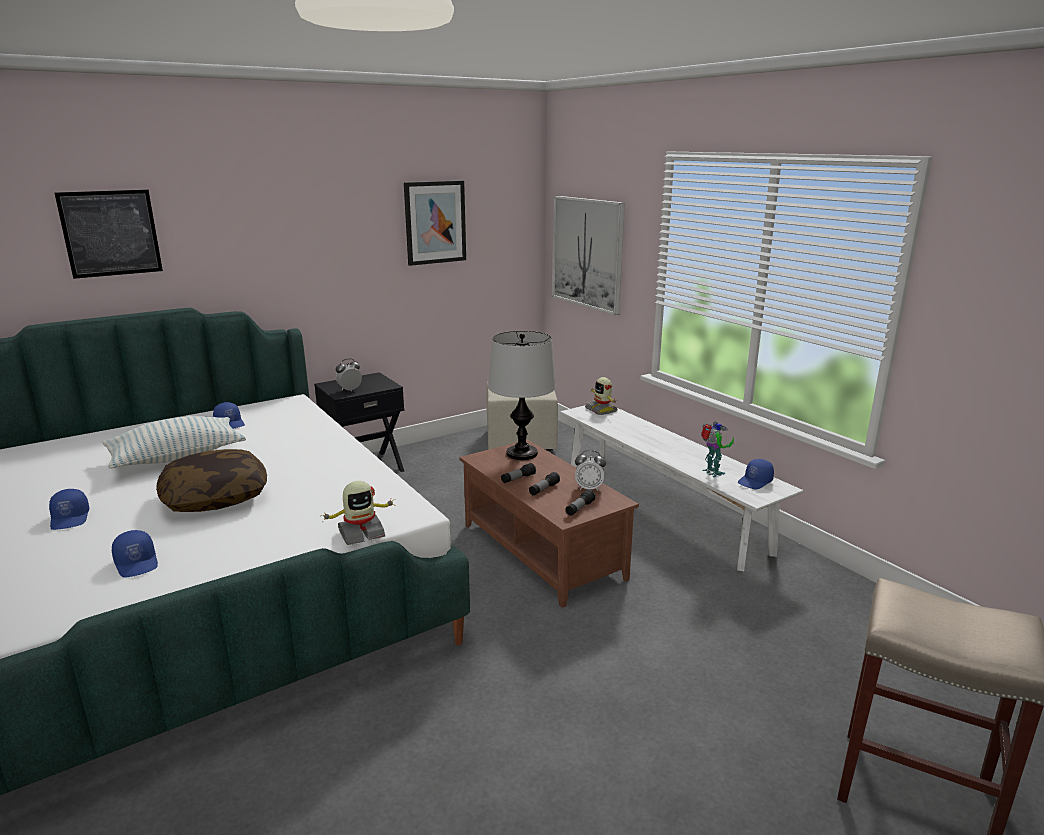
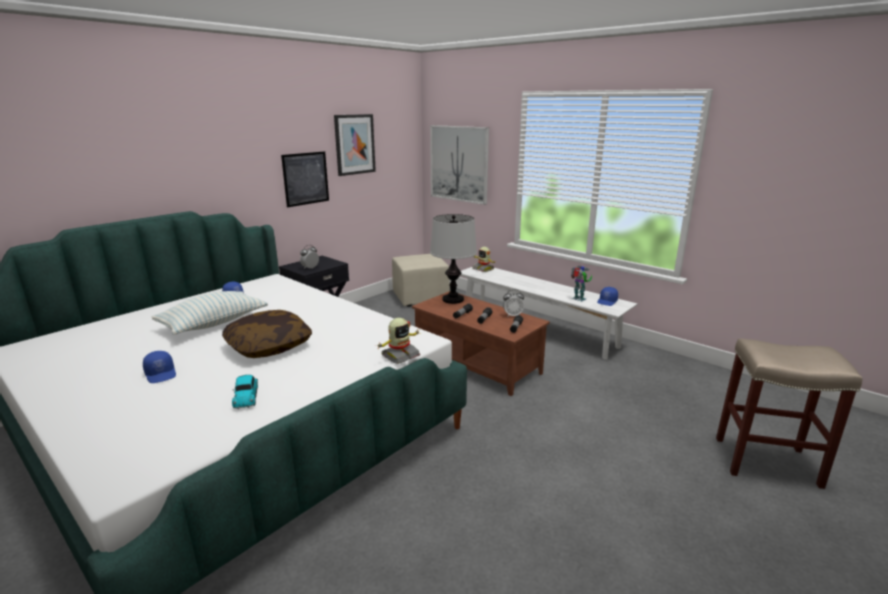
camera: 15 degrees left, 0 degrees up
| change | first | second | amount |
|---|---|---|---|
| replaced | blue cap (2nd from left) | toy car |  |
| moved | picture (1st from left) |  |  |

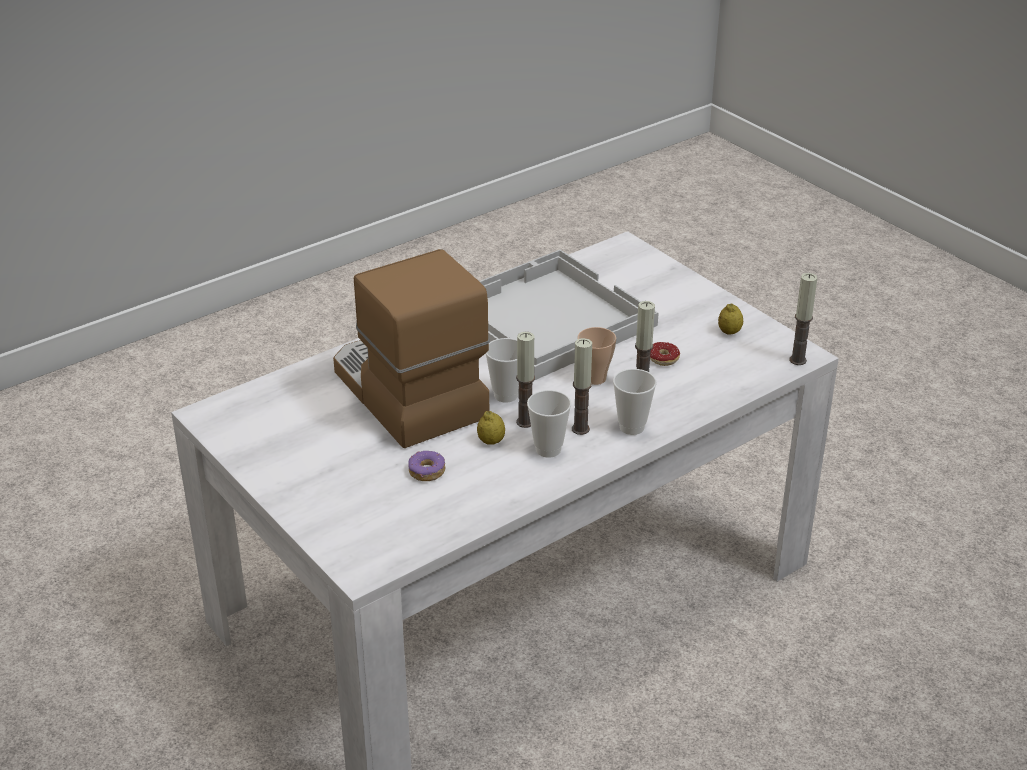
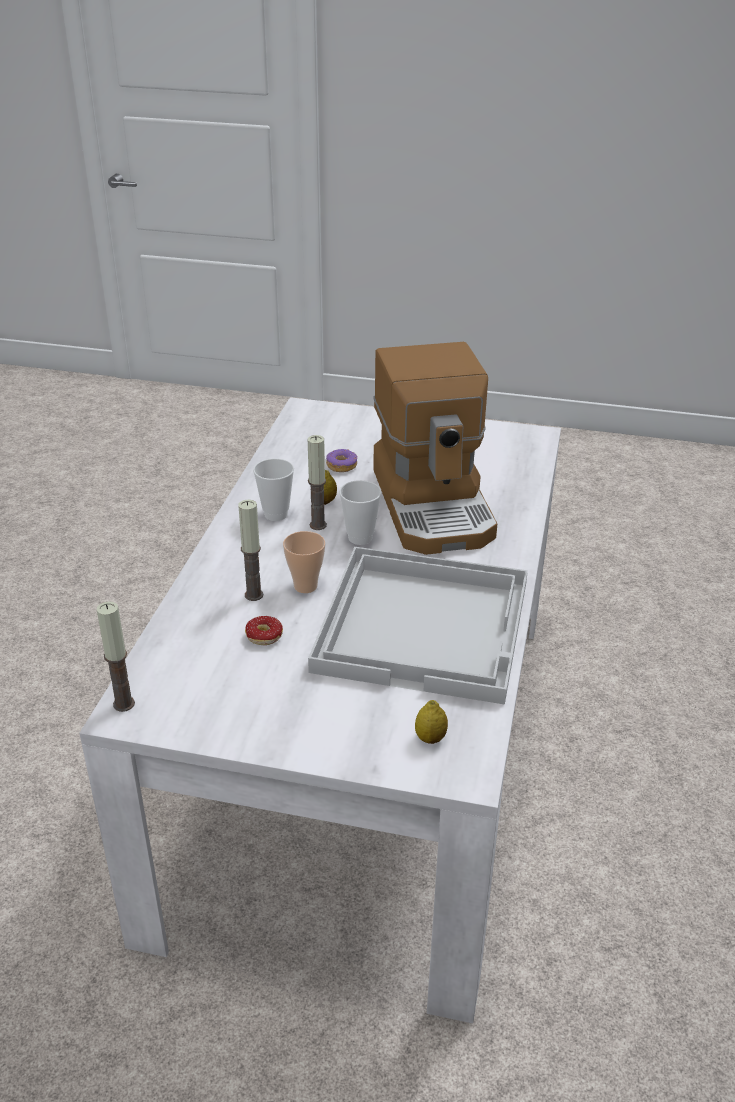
camera: 140 degrees right, 0 degrees up
| change | first | second | amount |
|---|---|---|---|
| turned | coffee machine |  | 60 degrees clockwise |
| moved | lemon (2nd from left) |  |  |
| removed | candle (2nd from left) |  |  |
| removed | cup (4th from left) |  |  |

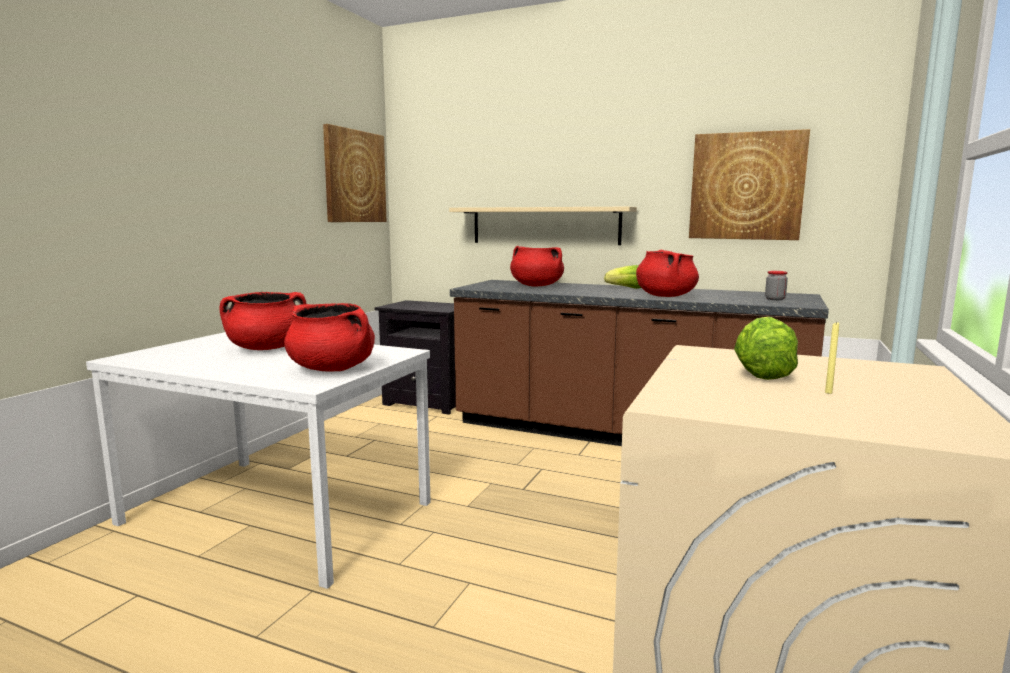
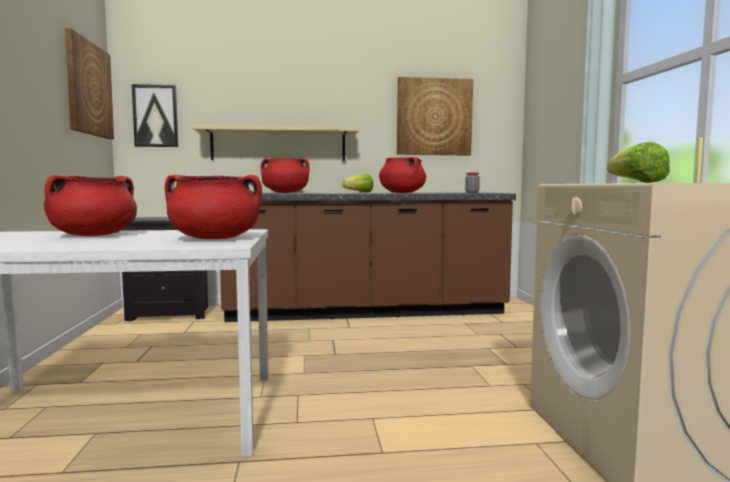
camera: 30 degrees left, 5 degrees down
| change | first | second | amount |
|---|---|---|---|
| added |  | picture (2nd from left) |  |

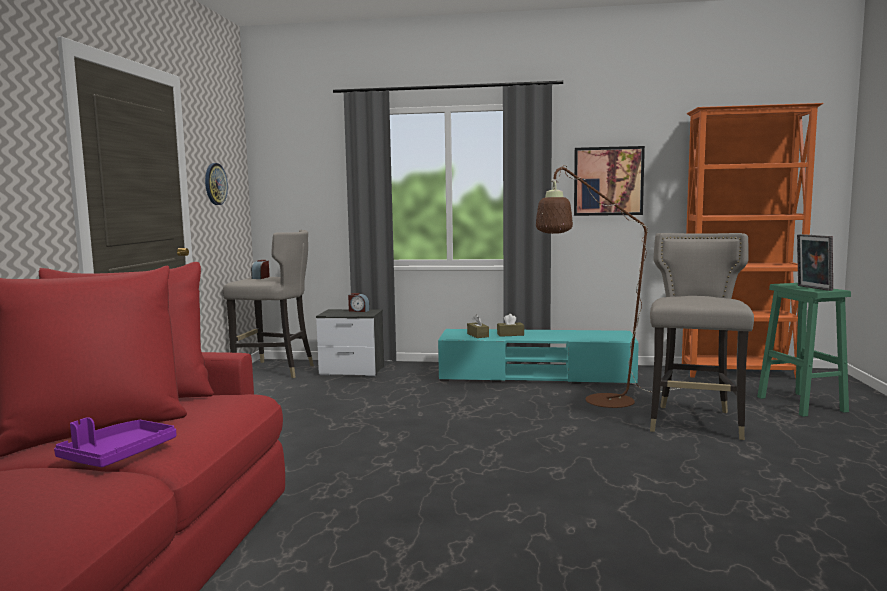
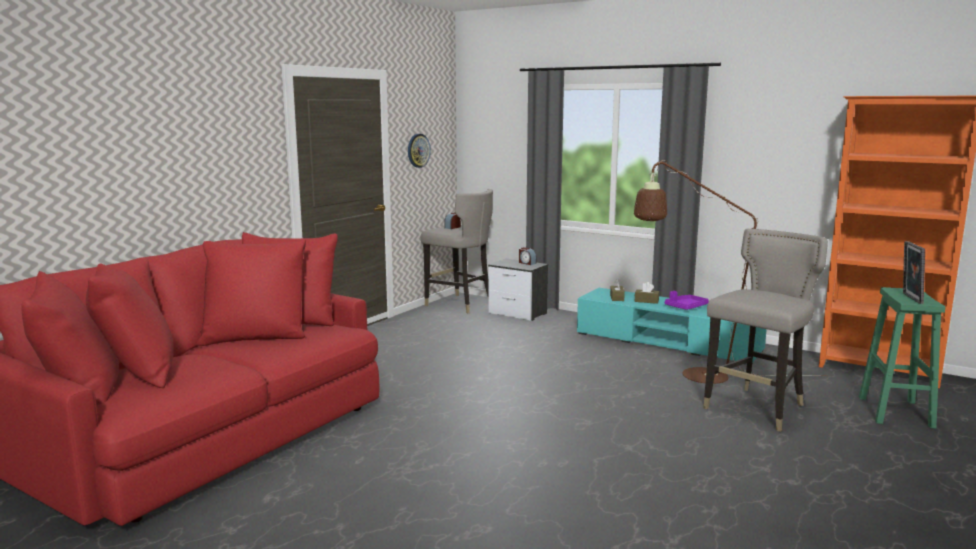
camera: 25 degrees right, 5 degrees up
| change | first | second | amount |
|---|---|---|---|
| moved | purple tray |  |  |
| removed | picture |  |  |

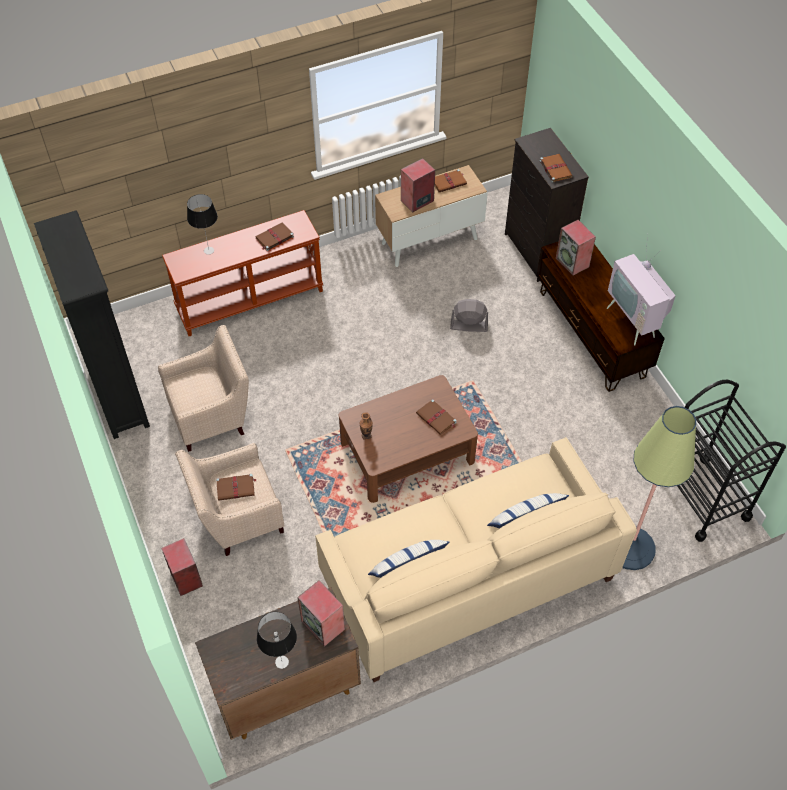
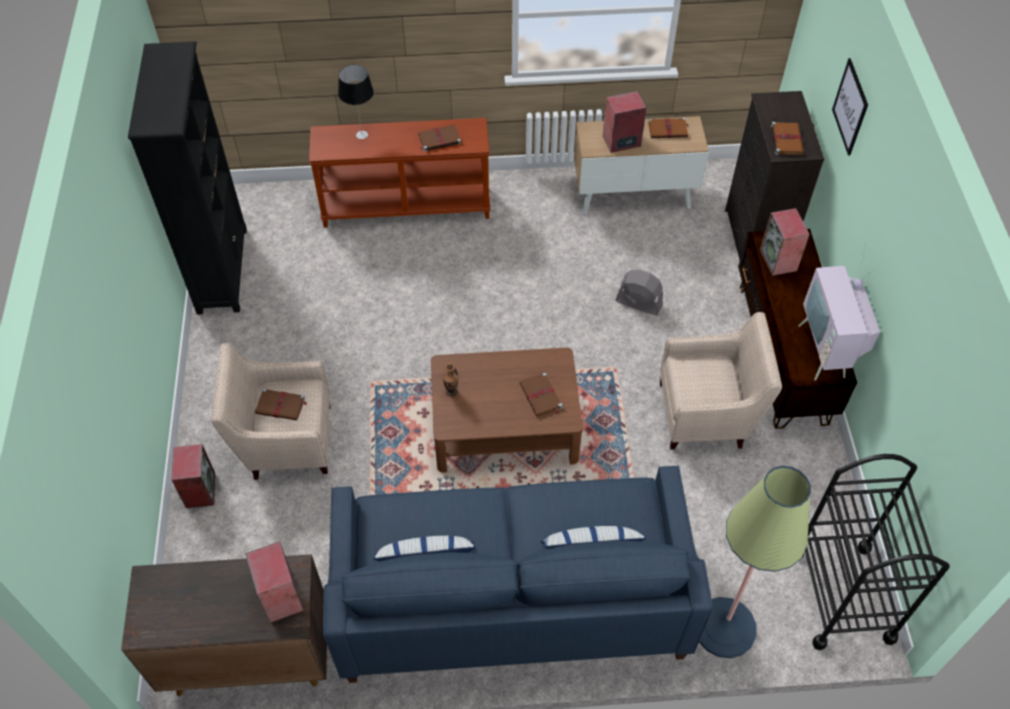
camera: 20 degrees right, 0 degrees up
| change | first | second | amount |
|---|---|---|---|
| recoloured | beige sofa | blue sofa |  |
| moved | beige armchair (1st from left in the first image) | beige armchair (2nd from left) |  |
| added |  | picture |  |
| removed | table lamp (2nd from left) |  |  |

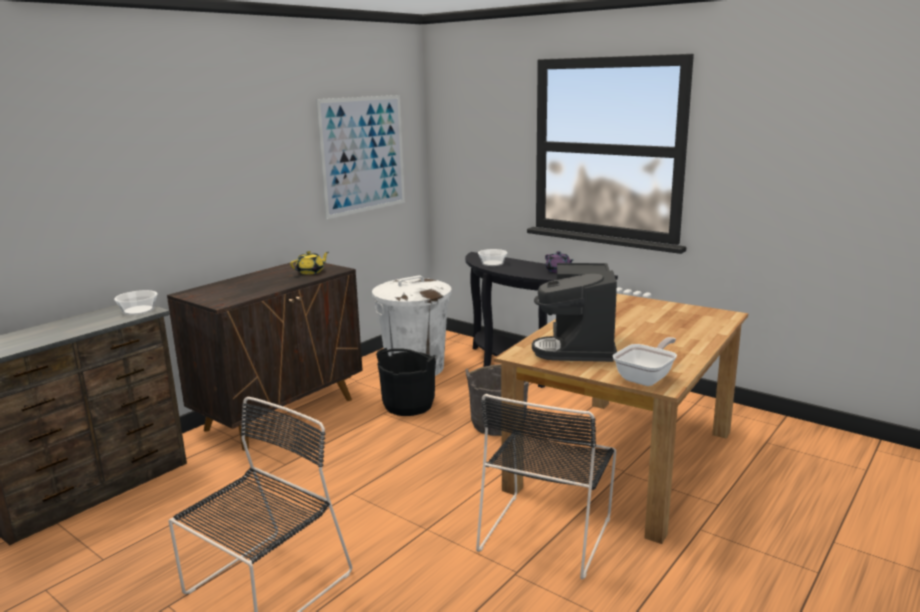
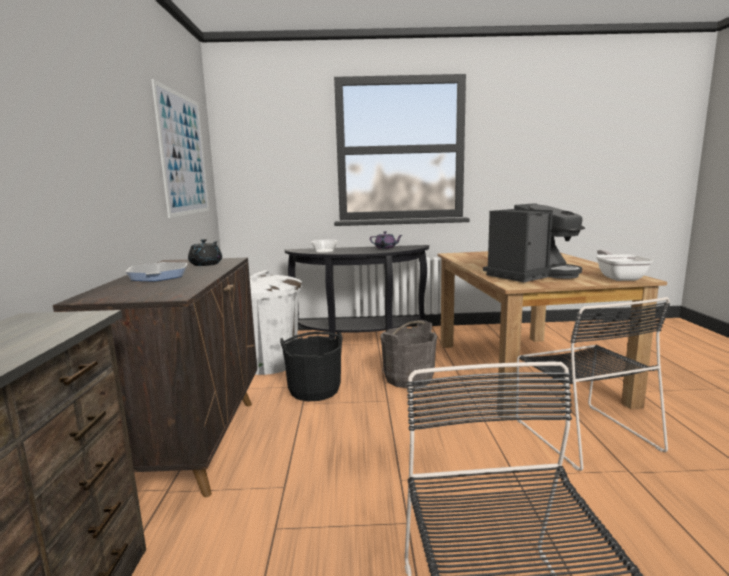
camera: 40 degrees left, 5 degrees down
| change | first | second | amount |
|---|---|---|---|
| added |  | frying pan (1st from left) |  |
| recoloured | yellow teapot | black teapot |  |
| turned | coffee machine |  | 90 degrees counterclockwise |
| removed | bowl (1st from left) |  |  |

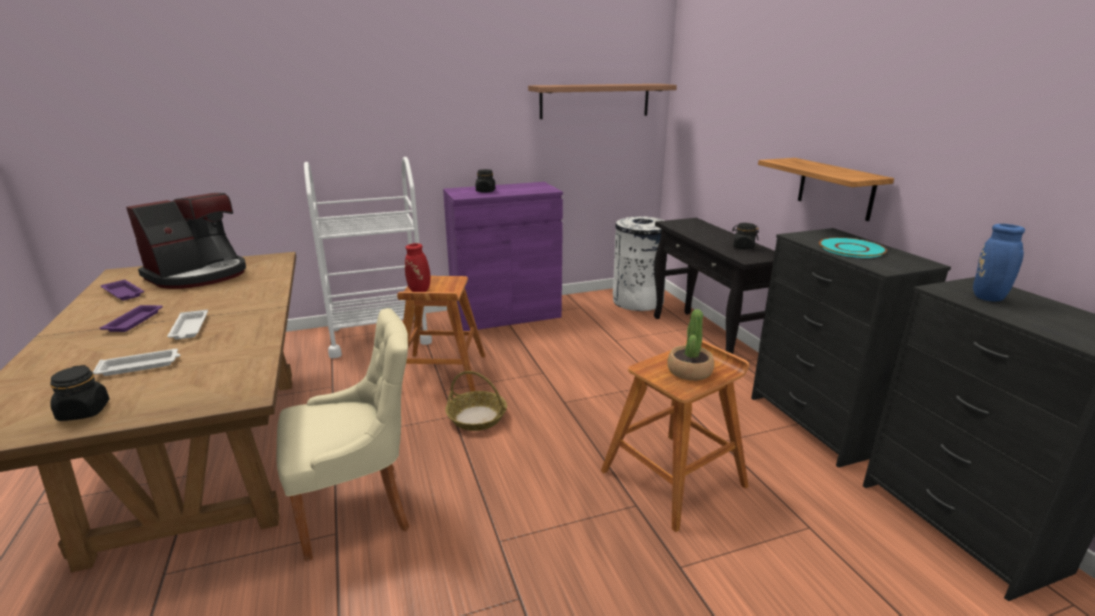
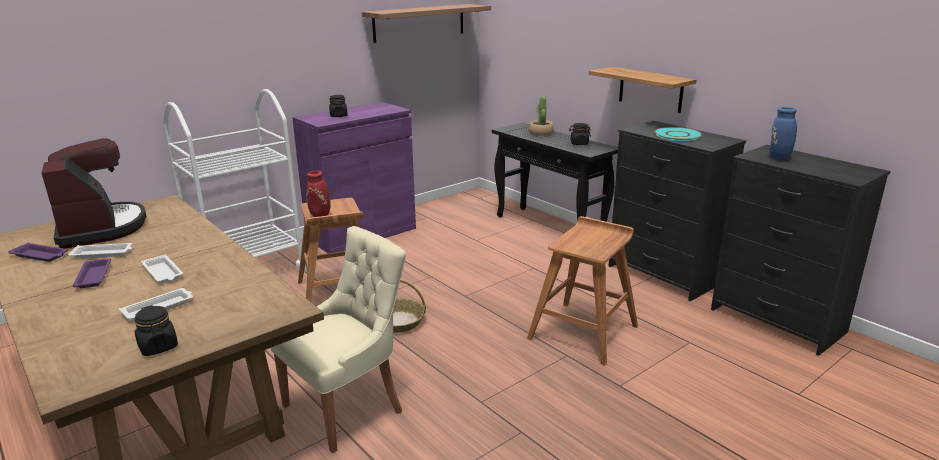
camera: 20 degrees left, 0 degrees up
| change | first | second | amount |
|---|---|---|---|
| turned | coffee machine |  | 45 degrees counterclockwise |
| added |  | white tray (1st from left) |  |
| moved | potted plant |  |  |
| removed | white trash can |  |  |

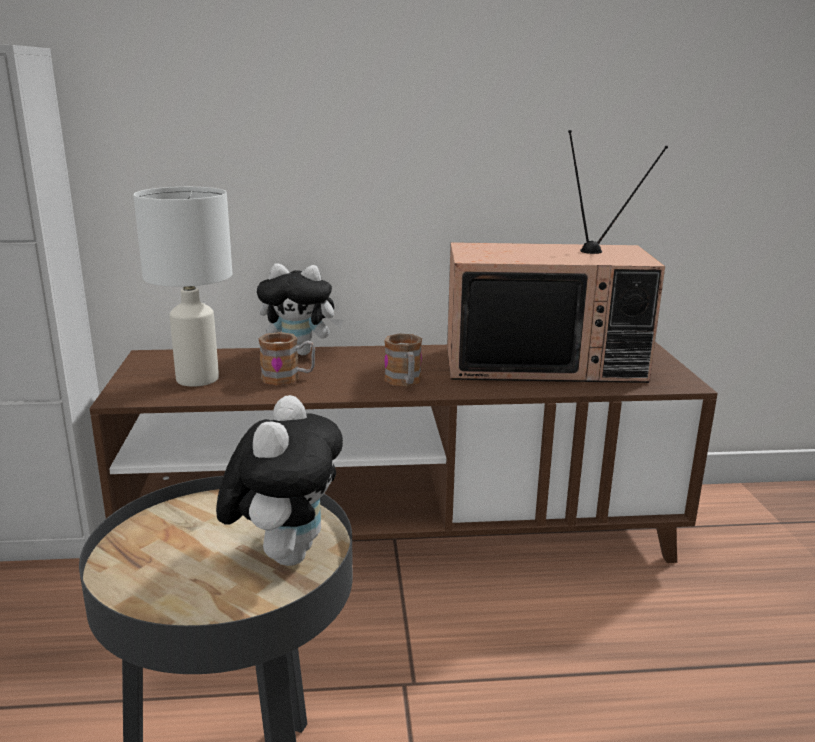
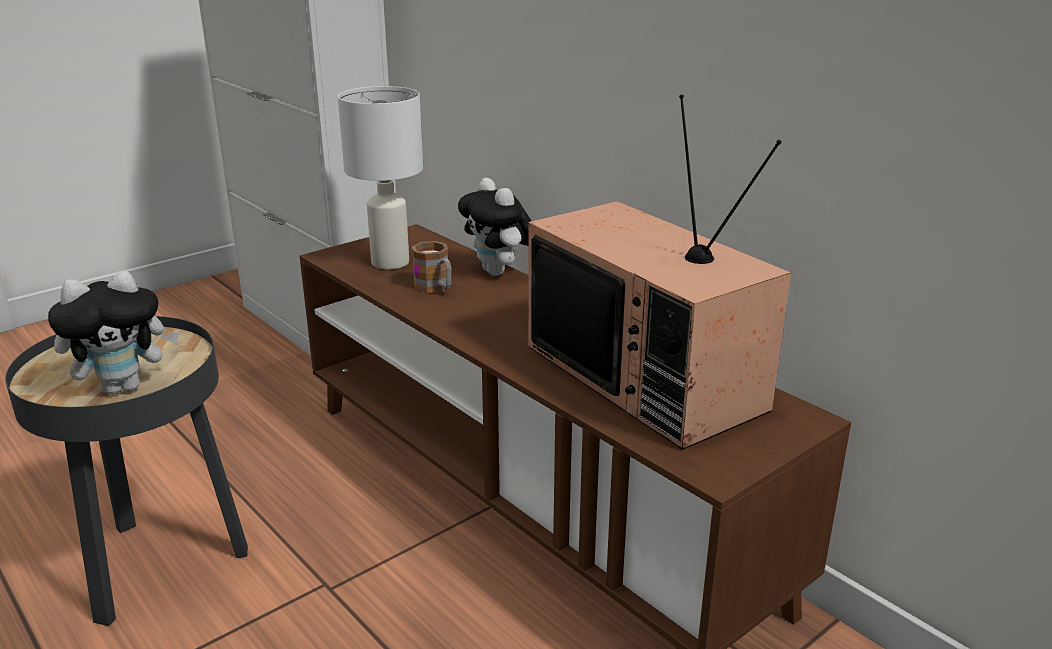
camera: 55 degrees right, 5 degrees up
| change | first | second | amount |
|---|---|---|---|
| removed | mug (2nd from left) |  |  |

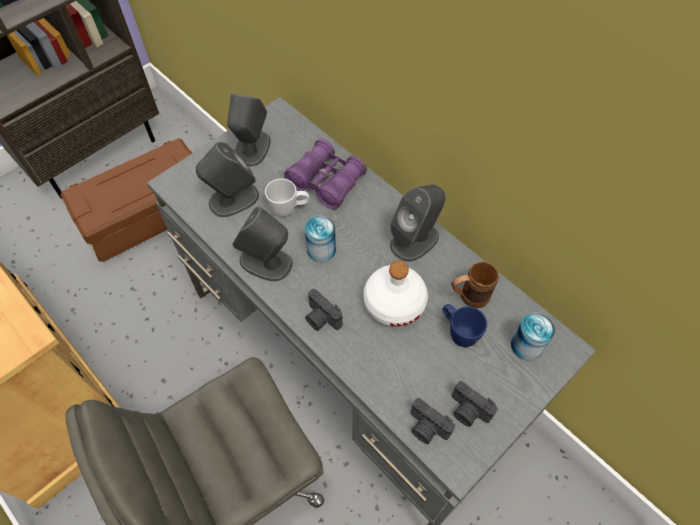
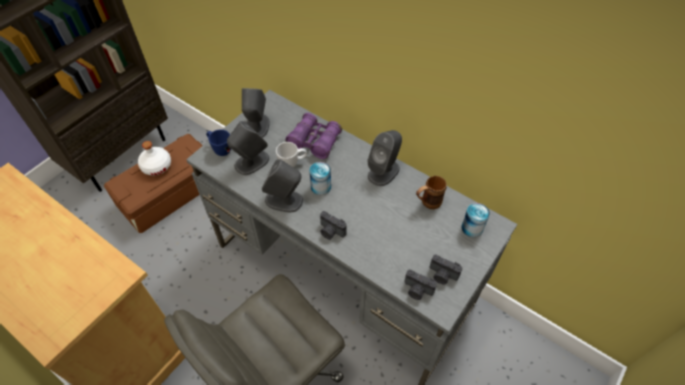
camera: 10 degrees left, 5 degrees down
| change | first | second | amount |
|---|---|---|---|
| moved | white bottle |  |  |
| moved | blue mug |  |  |

